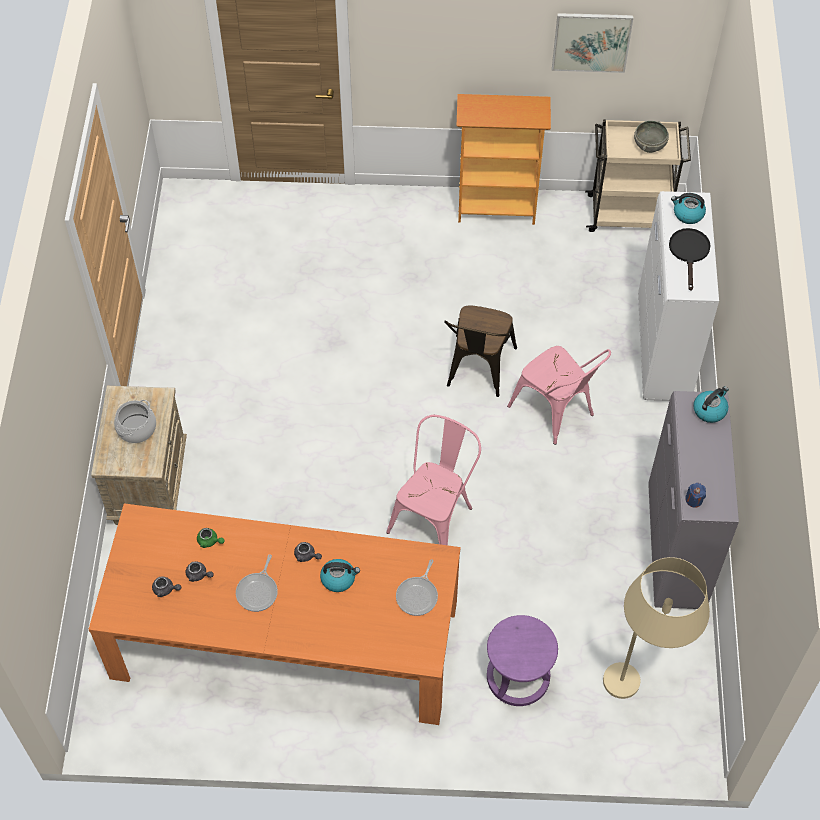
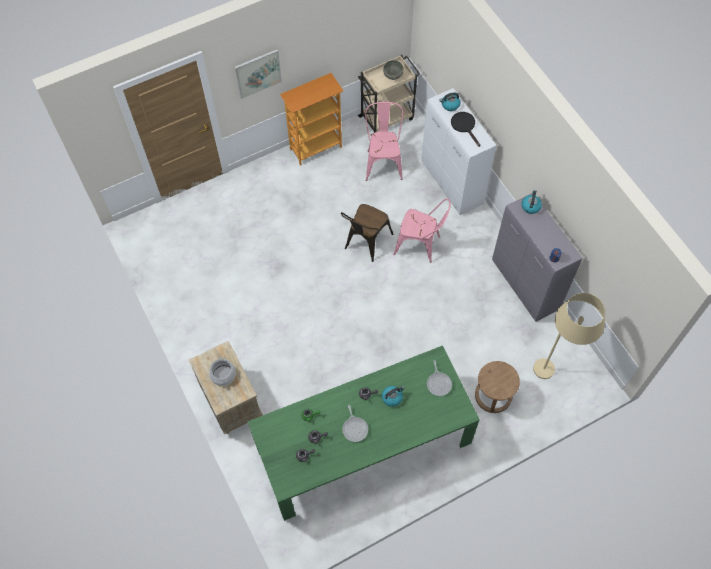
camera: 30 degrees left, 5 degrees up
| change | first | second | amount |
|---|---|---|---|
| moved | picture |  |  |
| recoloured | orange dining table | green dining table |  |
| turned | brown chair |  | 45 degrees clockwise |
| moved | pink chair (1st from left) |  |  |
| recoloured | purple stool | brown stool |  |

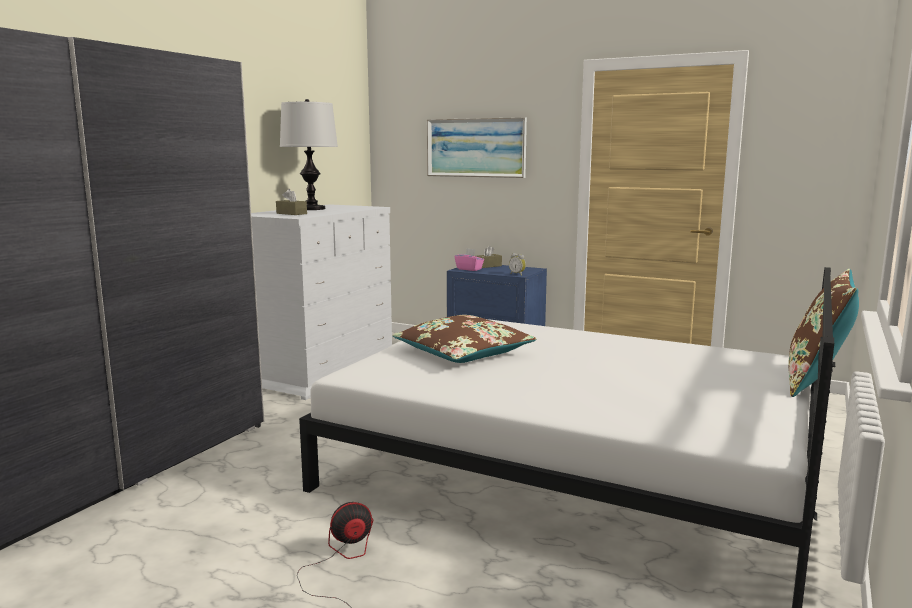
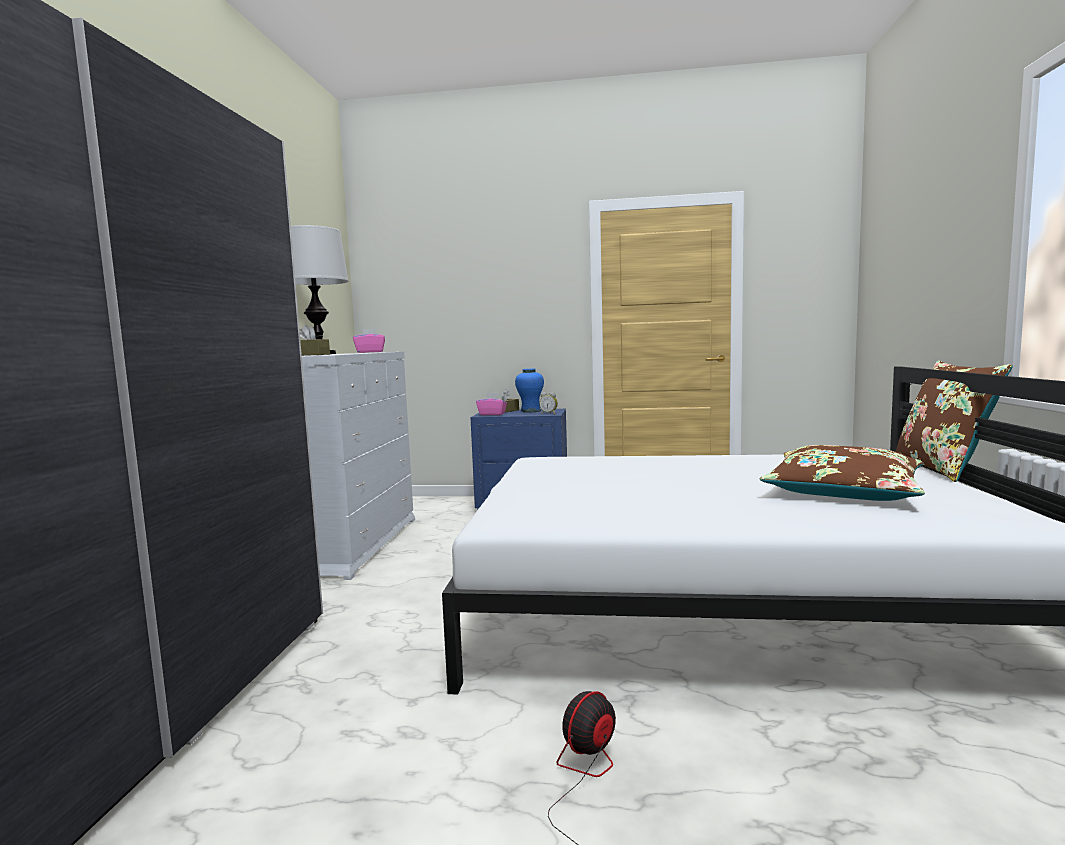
camera: 20 degrees left, 5 degrees down
| change | first | second | amount |
|---|---|---|---|
| added |  | pink tissue box (1st from left) |  |
| added |  | blue vase |  |
| moved | brown pillow (1st from left) |  |  |
| removed | picture |  |  |

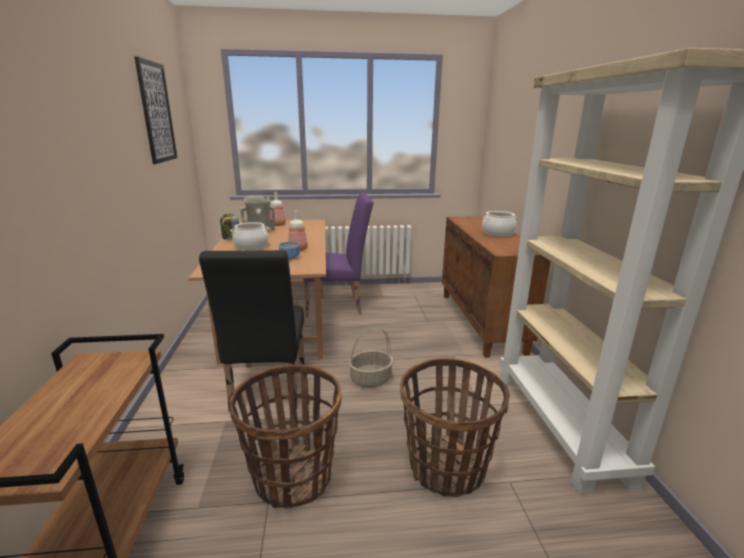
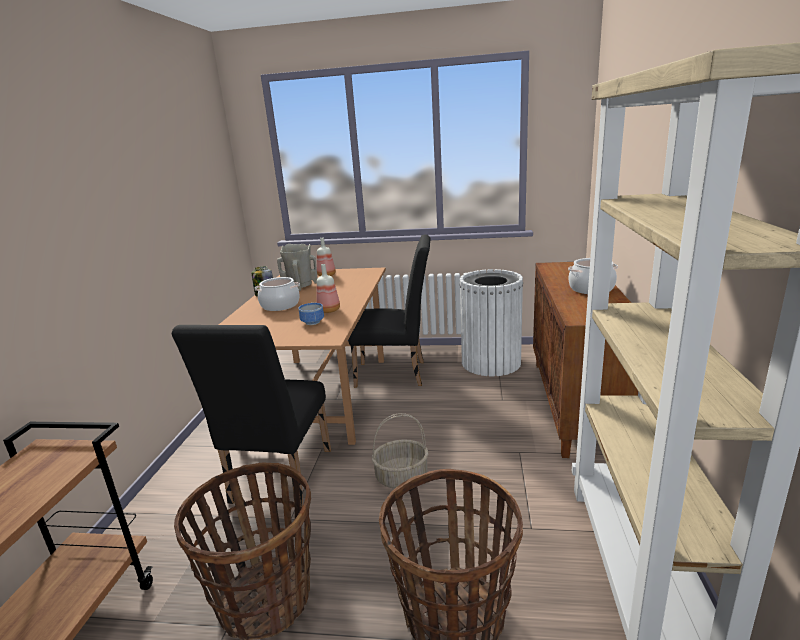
camera: 15 degrees right, 0 degrees up
| change | first | second | amount |
|---|---|---|---|
| recoloured | purple chair | black chair (2nd from left) |  |
| added |  | white trash can |  |
| removed | picture |  |  |

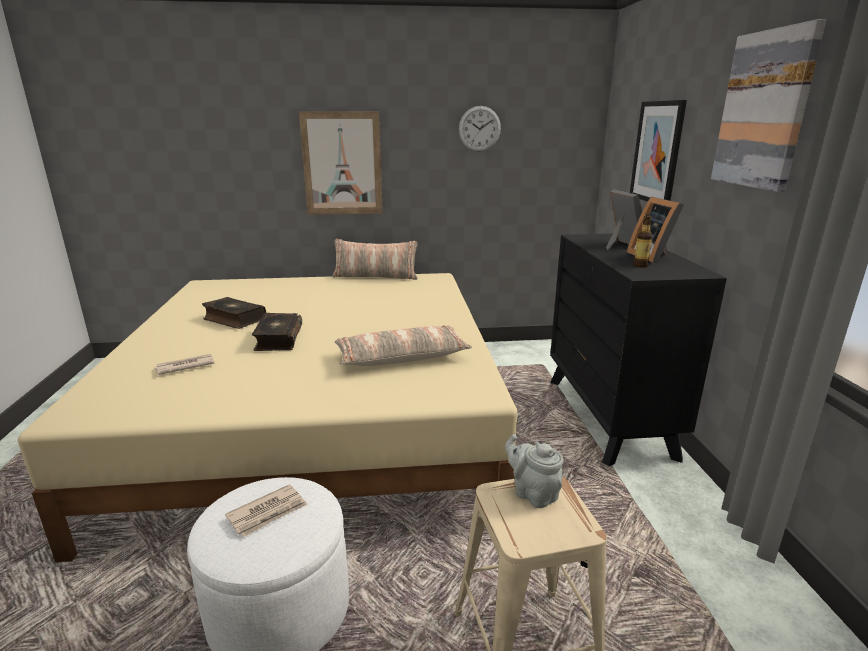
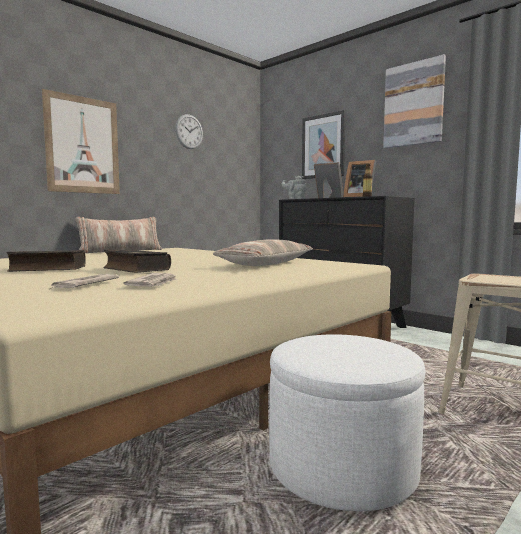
camera: 40 degrees left, 15 degrees down
| change | first | second | amount |
|---|---|---|---|
| moved | newspaper (2nd from left) |  |  |
| moved | grey teapot |  |  |

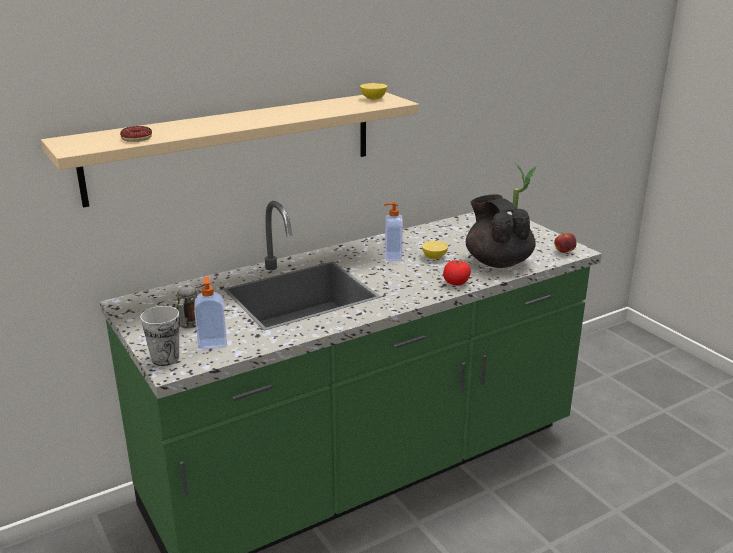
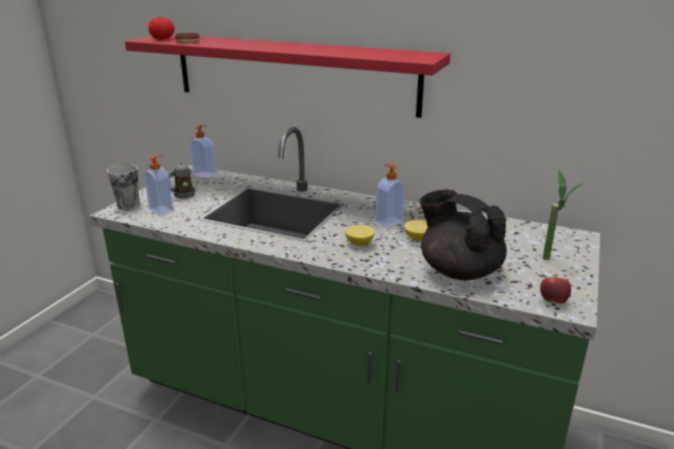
camera: 55 degrees right, 0 degrees up
| change | first | second | amount |
|---|---|---|---|
| recoloured | beige shelf | red shelf |  |
| moved | tomato |  |  |
| added |  | soap dispenser (2nd from left) |  |
| moved | lemon (1st from left) |  |  |
| turned | black teapot |  | 75 degrees counterclockwise |

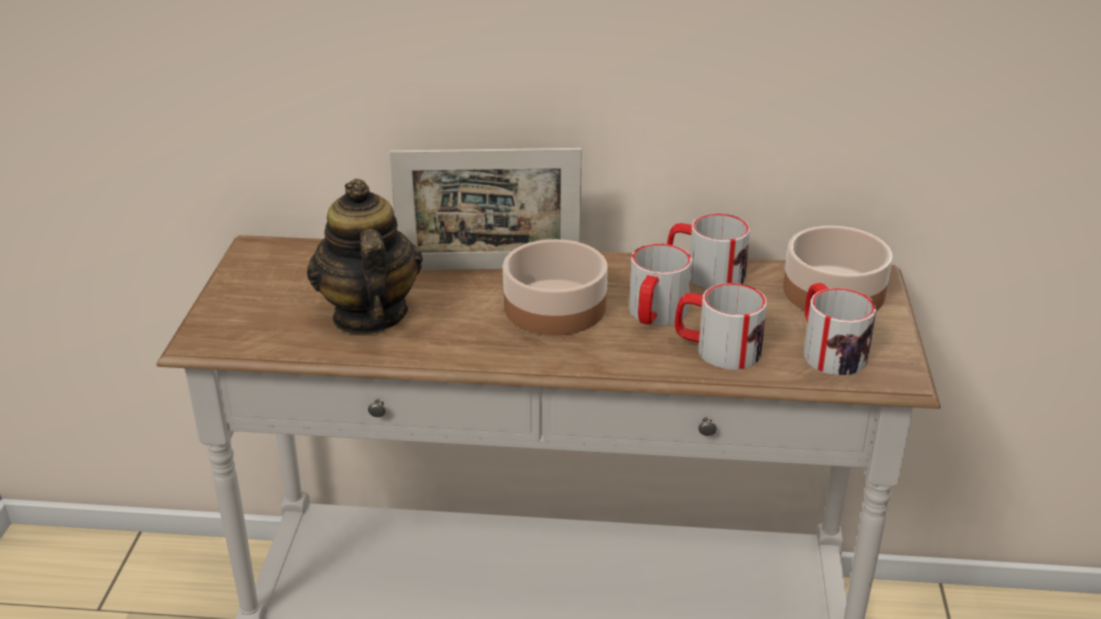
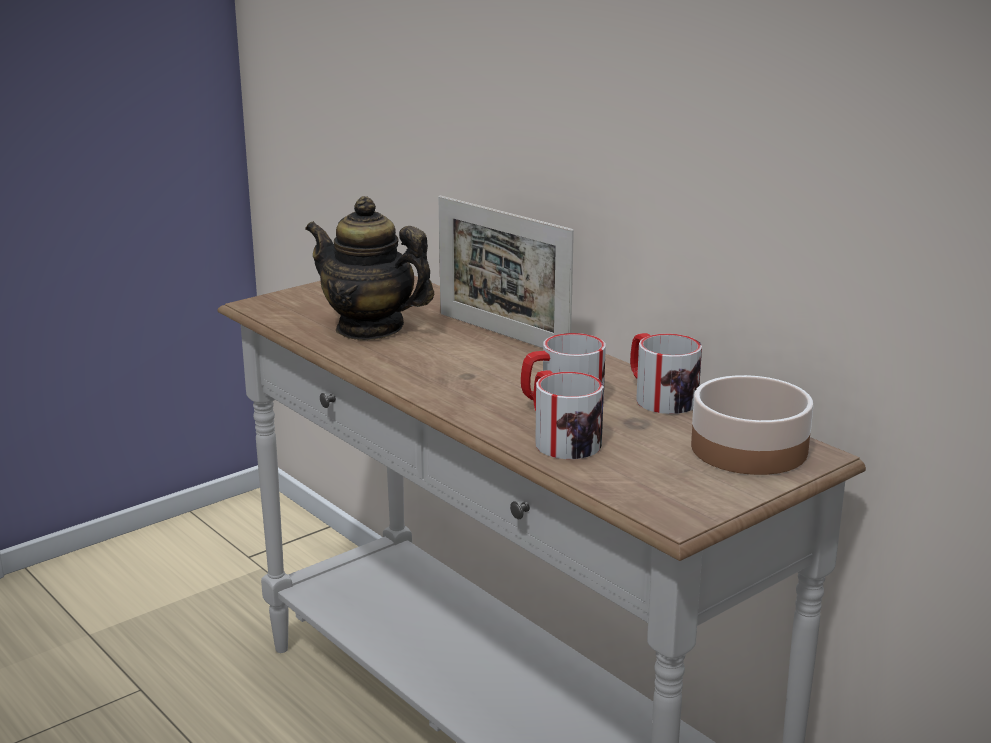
camera: 45 degrees right, 10 degrees down
| change | first | second | amount |
|---|---|---|---|
| turned | teapot |  | 90 degrees counterclockwise |
| removed | bowl (1st from left) |  |  |
| removed | mug (4th from left) |  |  |

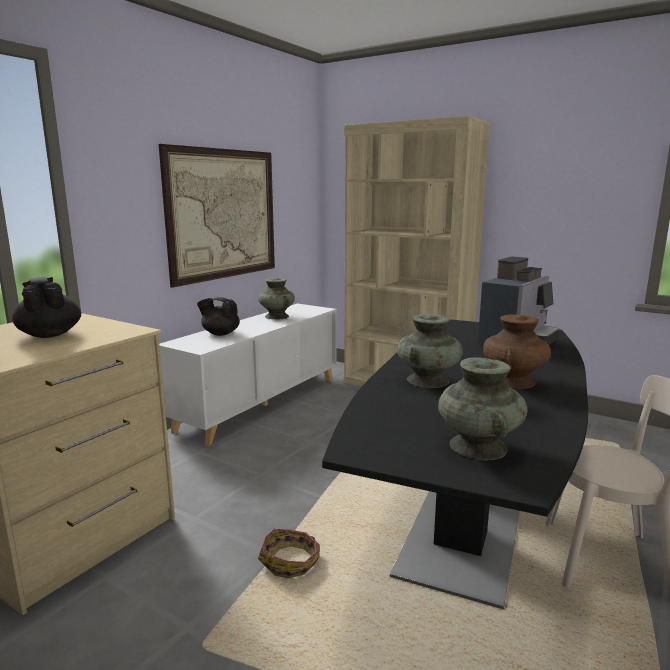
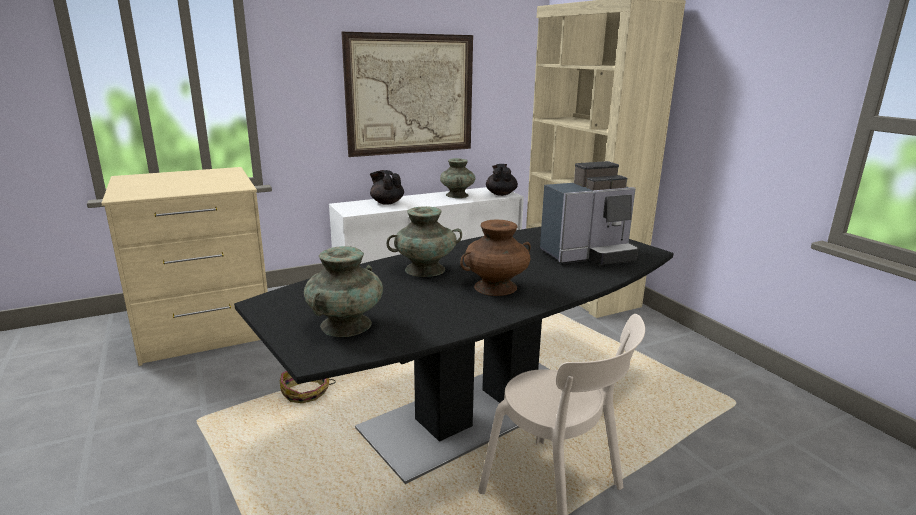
camera: 30 degrees right, 5 degrees up
| change | first | second | amount |
|---|---|---|---|
| moved | black teapot (1st from left in the first image) | black teapot (2nd from left) |  |

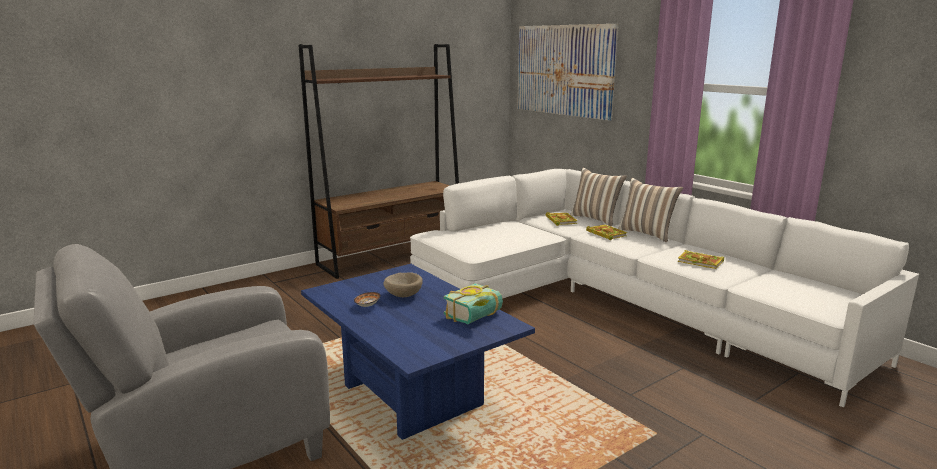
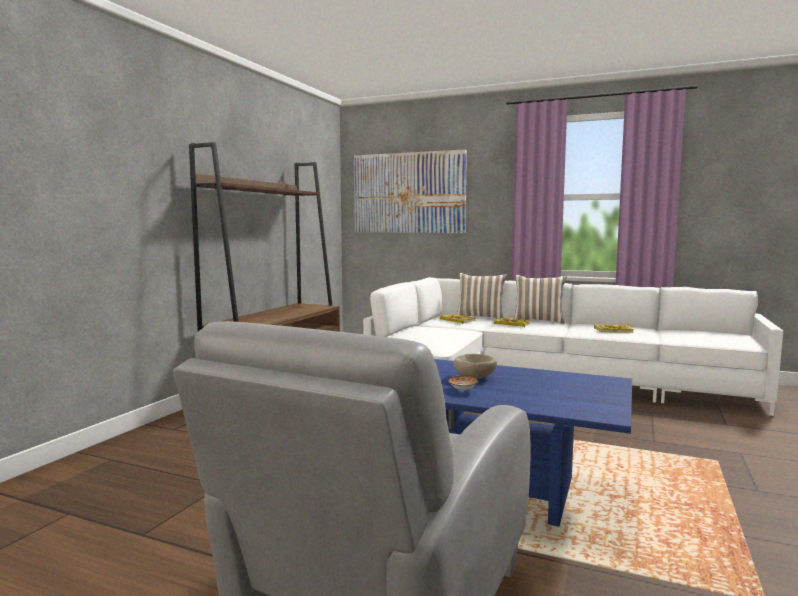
camera: 30 degrees left, 10 degrees down
| change | first | second | amount |
|---|---|---|---|
| removed | book (1st from left) |  |  |

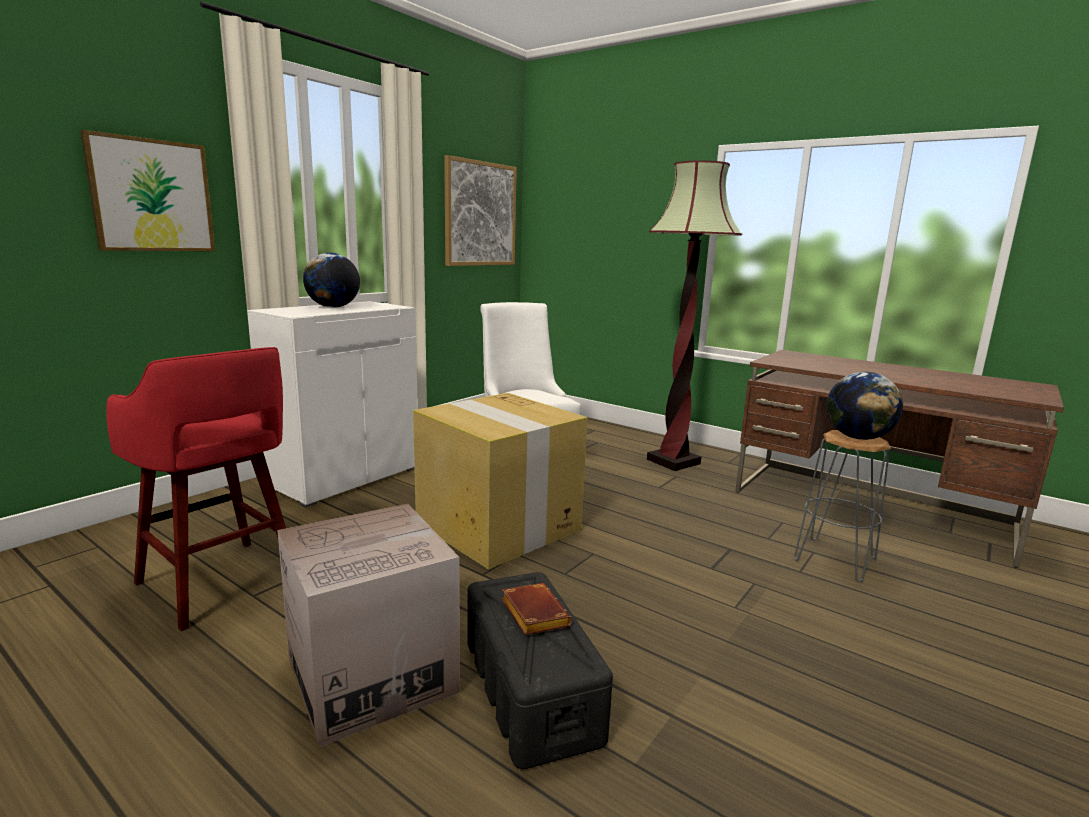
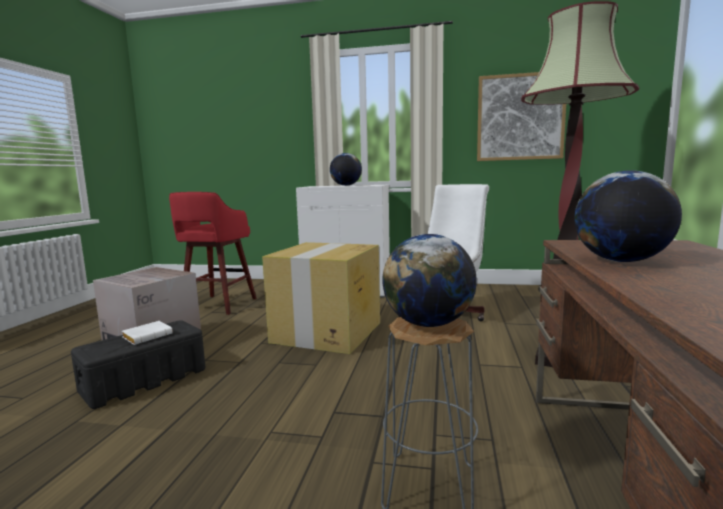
camera: 65 degrees right, 5 degrees down
| change | first | second | amount |
|---|---|---|---|
| recoloured | brown book | white book |  |
| added |  | globe (3rd from left) |  |
| removed | picture (1st from left) |  |  |

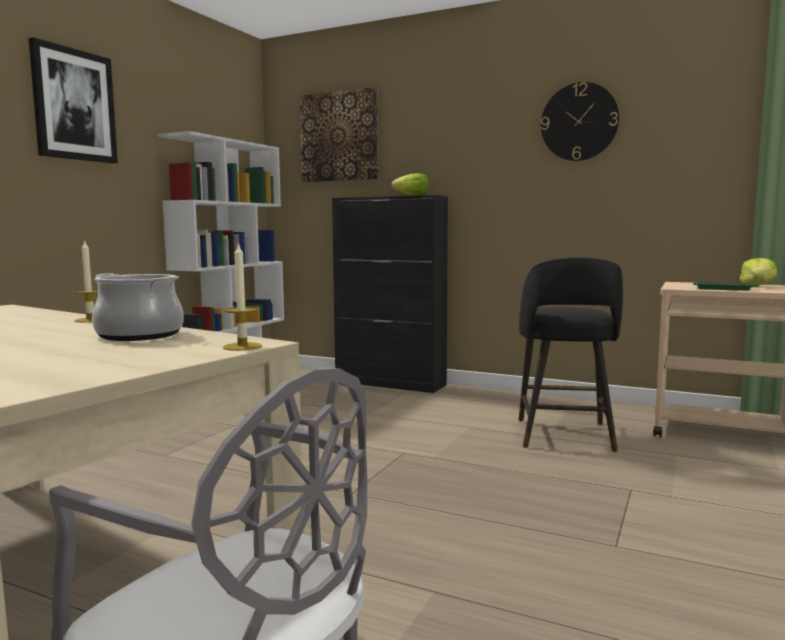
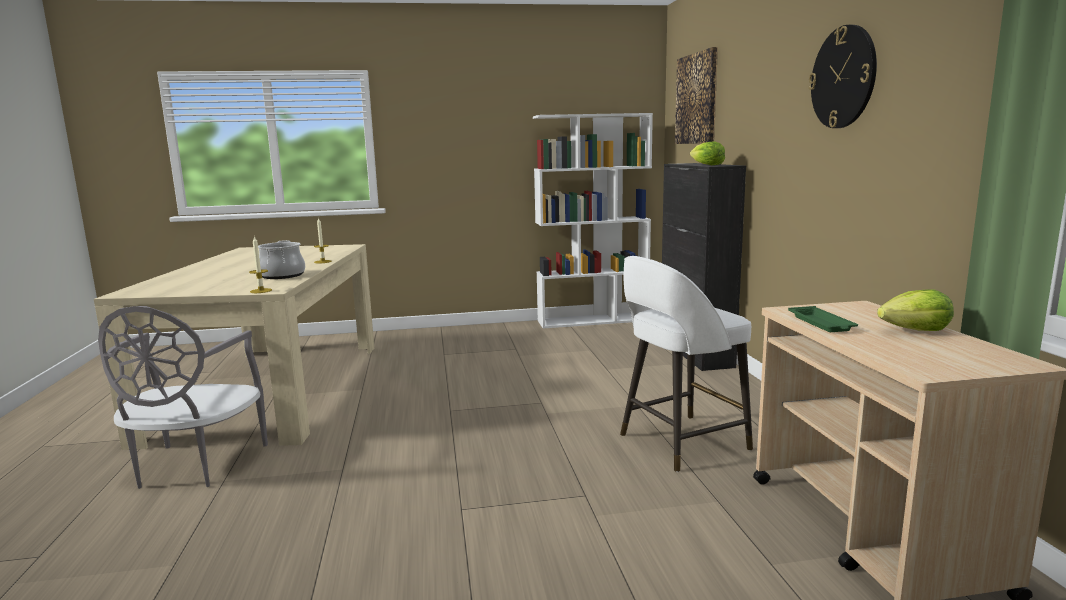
camera: 55 degrees right, 5 degrees up
| change | first | second | amount |
|---|---|---|---|
| recoloured | black stool | white stool |  |
| removed | picture (1st from left) |  |  |

